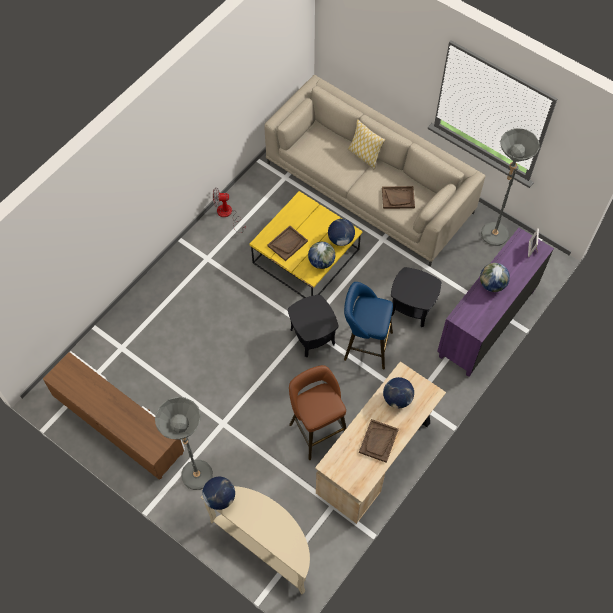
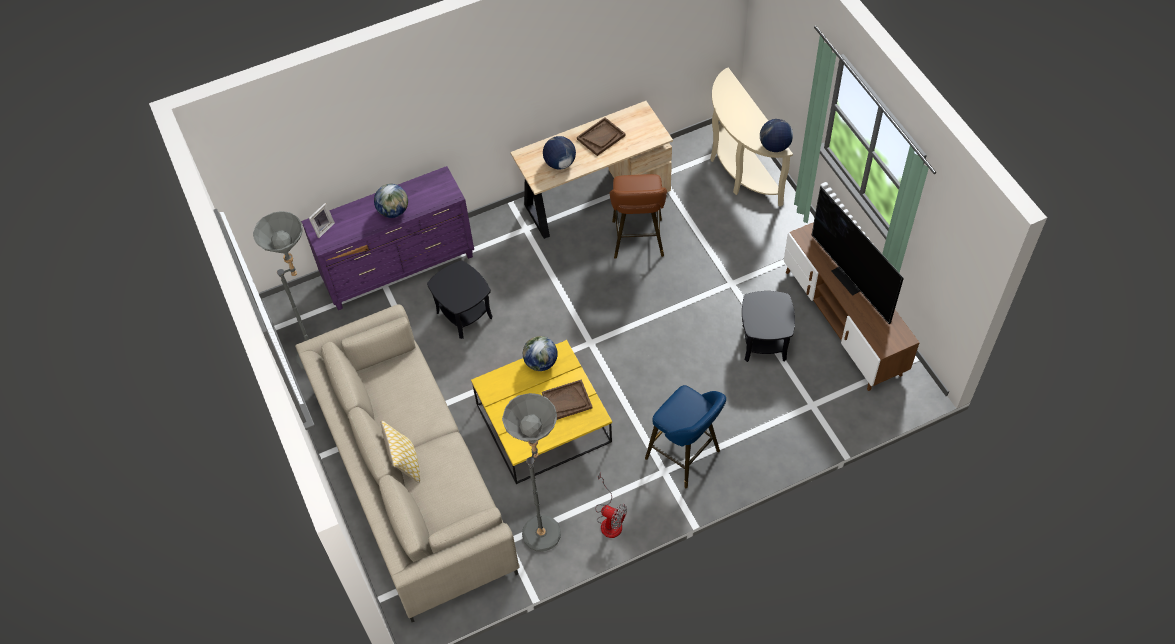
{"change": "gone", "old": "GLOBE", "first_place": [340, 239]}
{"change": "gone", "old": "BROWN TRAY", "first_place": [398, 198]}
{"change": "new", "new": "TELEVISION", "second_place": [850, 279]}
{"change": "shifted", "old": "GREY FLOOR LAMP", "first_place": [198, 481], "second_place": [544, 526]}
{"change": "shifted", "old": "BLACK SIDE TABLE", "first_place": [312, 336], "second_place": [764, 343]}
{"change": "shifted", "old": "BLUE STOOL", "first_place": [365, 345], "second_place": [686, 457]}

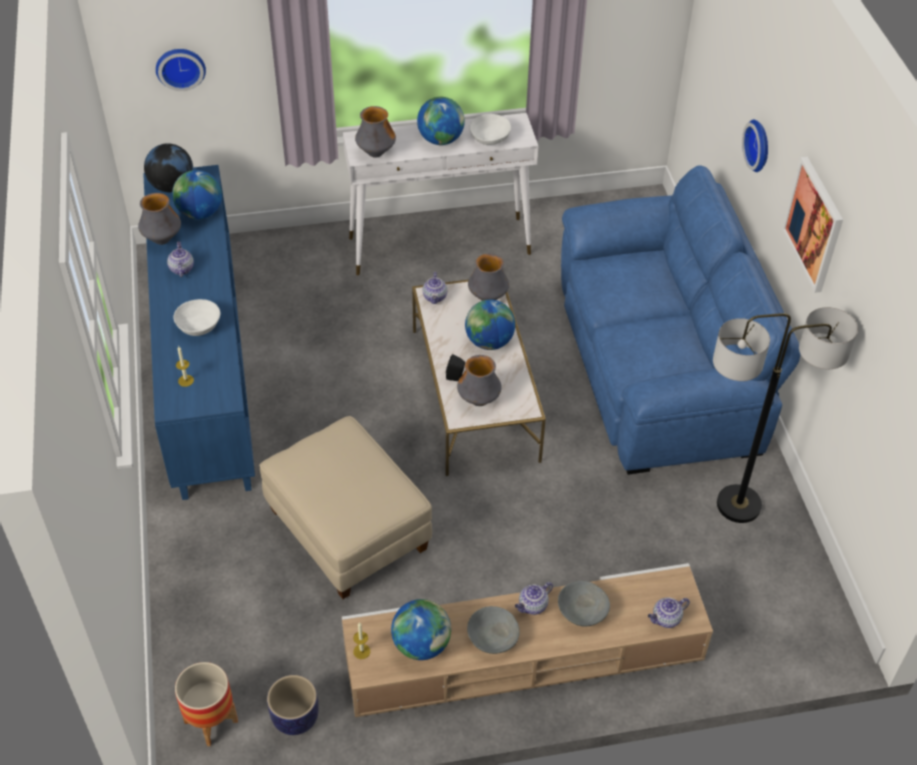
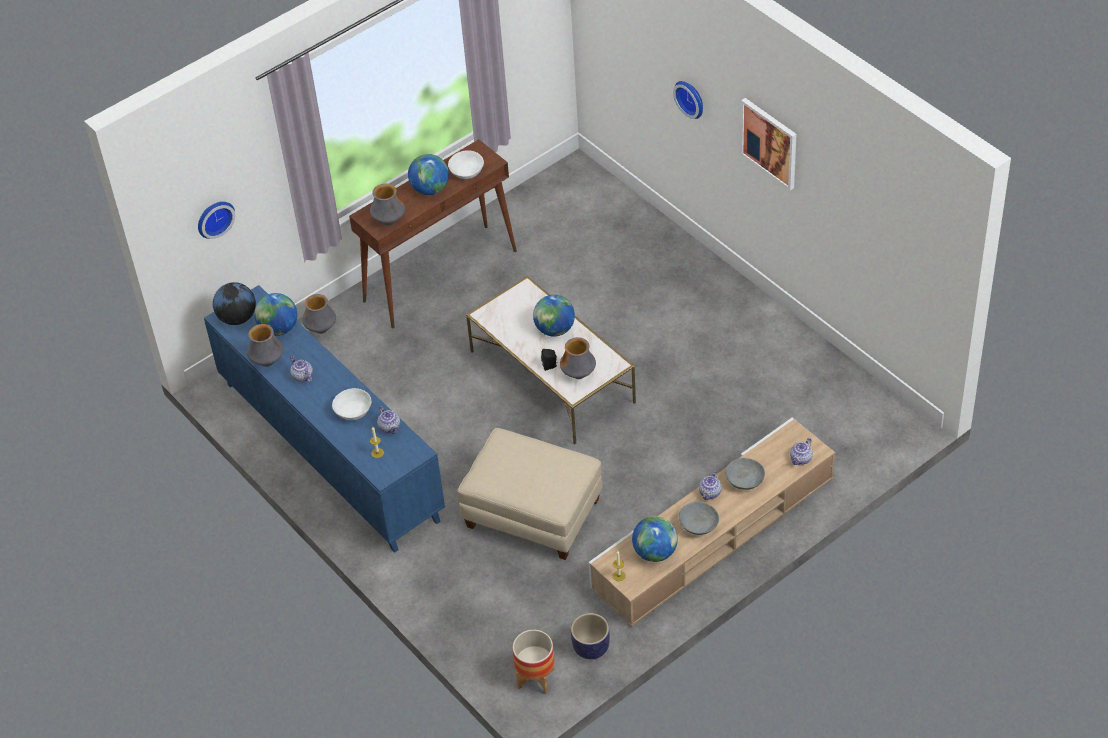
{"change": "gone", "old": "BLUE SOFA", "first_place": [660, 366]}
{"change": "gone", "old": "FLOOR LAMP", "first_place": [739, 505]}
{"change": "shifted", "old": "TEAPOT", "first_place": [435, 297], "second_place": [390, 428]}
{"change": "shifted", "old": "VASE", "first_place": [488, 298], "second_place": [321, 329]}
{"change": "repainted", "old": "WHITE CONSOLE TABLE", "new": "BROWN CONSOLE TABLE", "first_place": [440, 245], "second_place": [441, 275]}

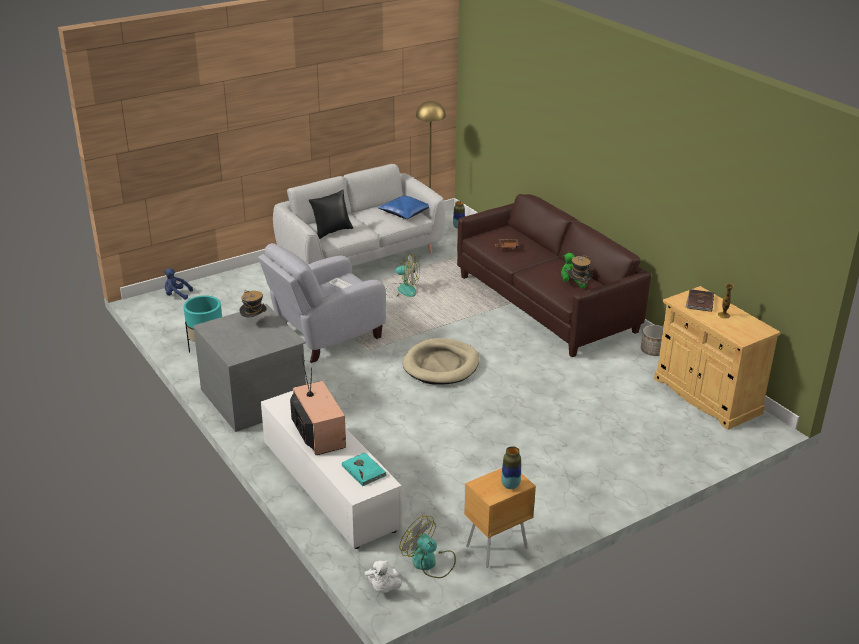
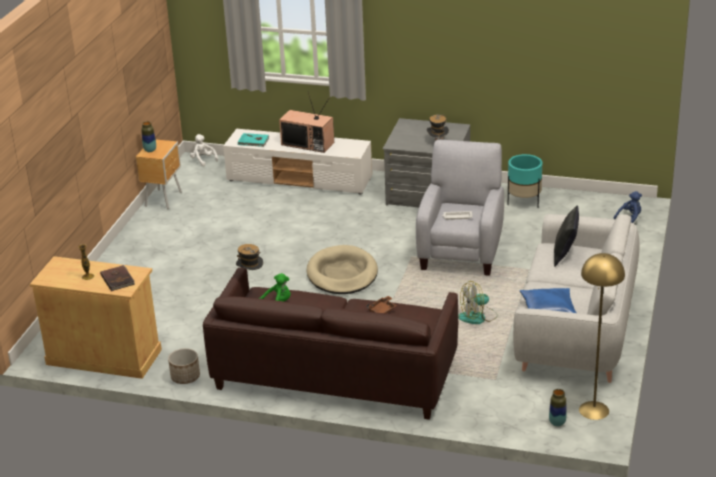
{"change": "gone", "old": "FAN", "first_place": [429, 562]}

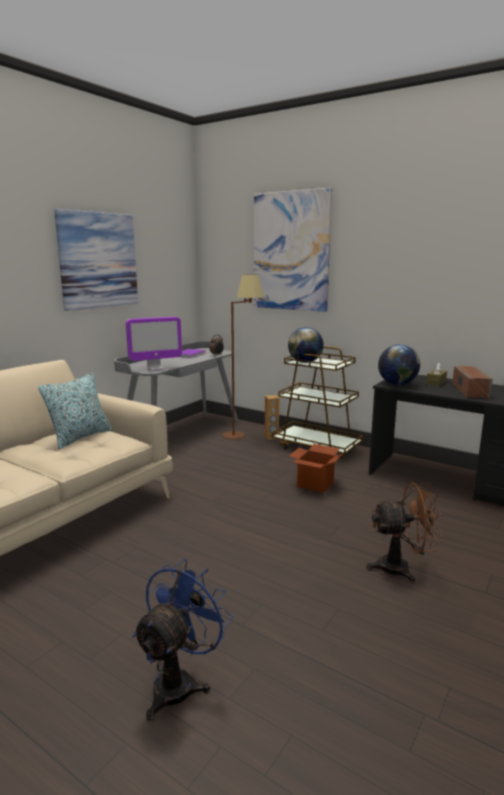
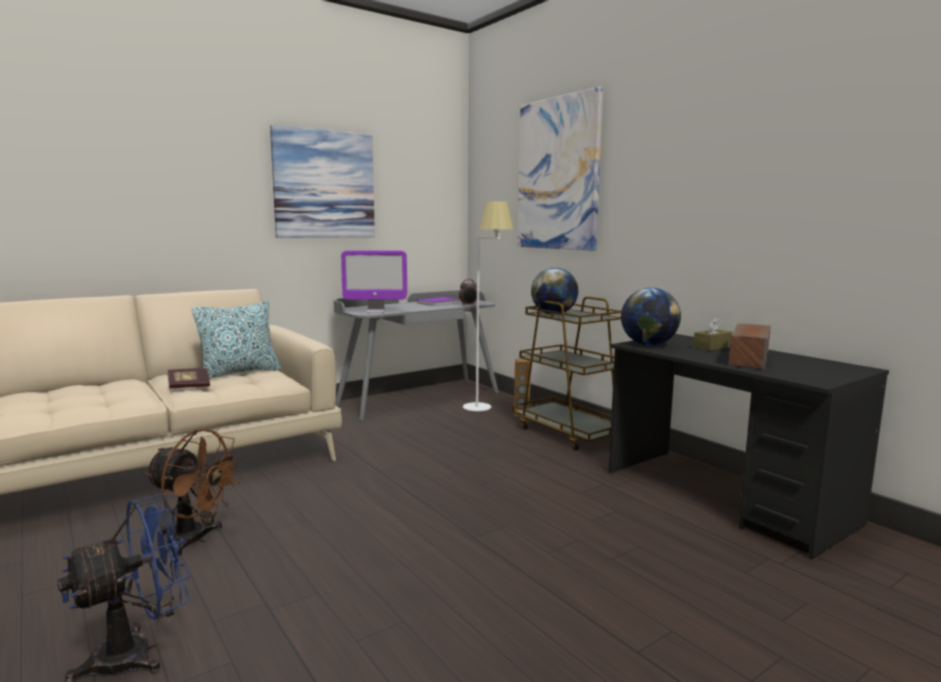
{"change": "gone", "old": "CARDBOARD BOX", "first_place": [315, 484]}
{"change": "new", "new": "BOOK", "second_place": [189, 386]}
{"change": "shifted", "old": "BROWN FAN", "first_place": [402, 568], "second_place": [196, 540]}
{"change": "repainted", "old": "BROWN FLOOR LAMP", "new": "WHITE FLOOR LAMP", "first_place": [243, 436], "second_place": [486, 409]}

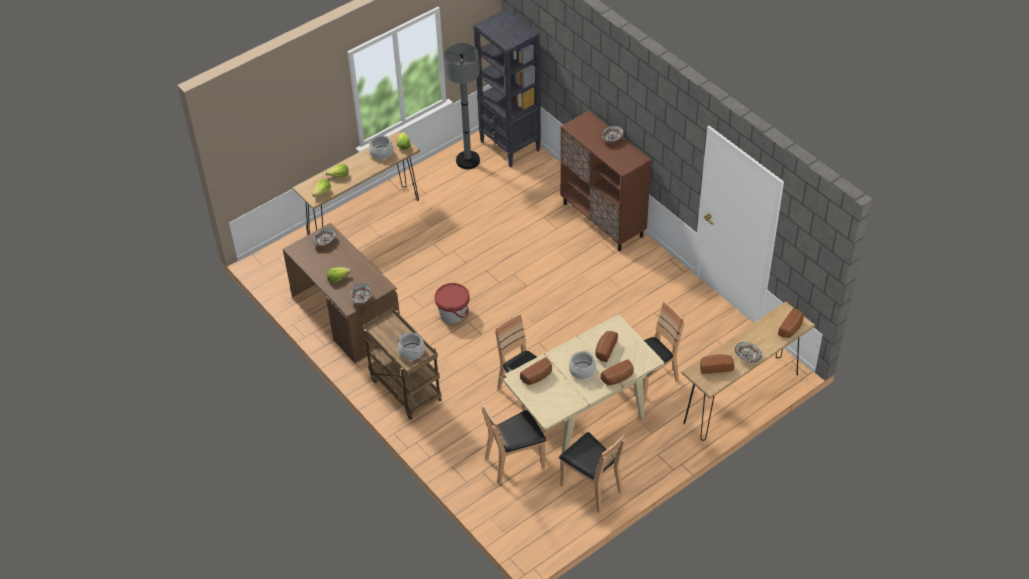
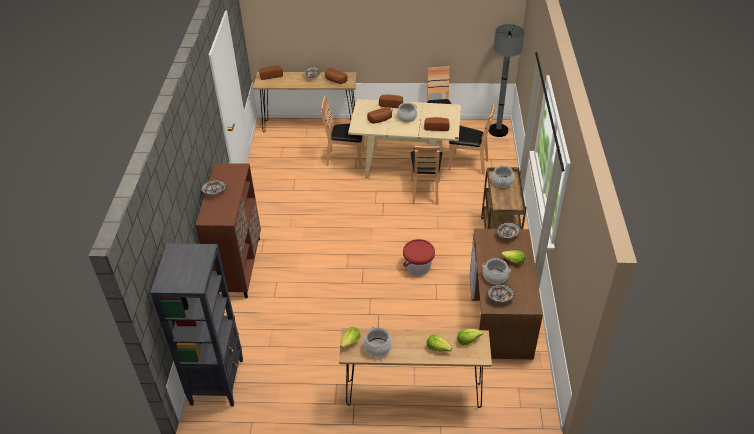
{"change": "new", "new": "COOKING POT", "second_place": [495, 276]}
{"change": "shifted", "old": "GREY FLOOR LAMP", "first_place": [468, 160], "second_place": [498, 131]}

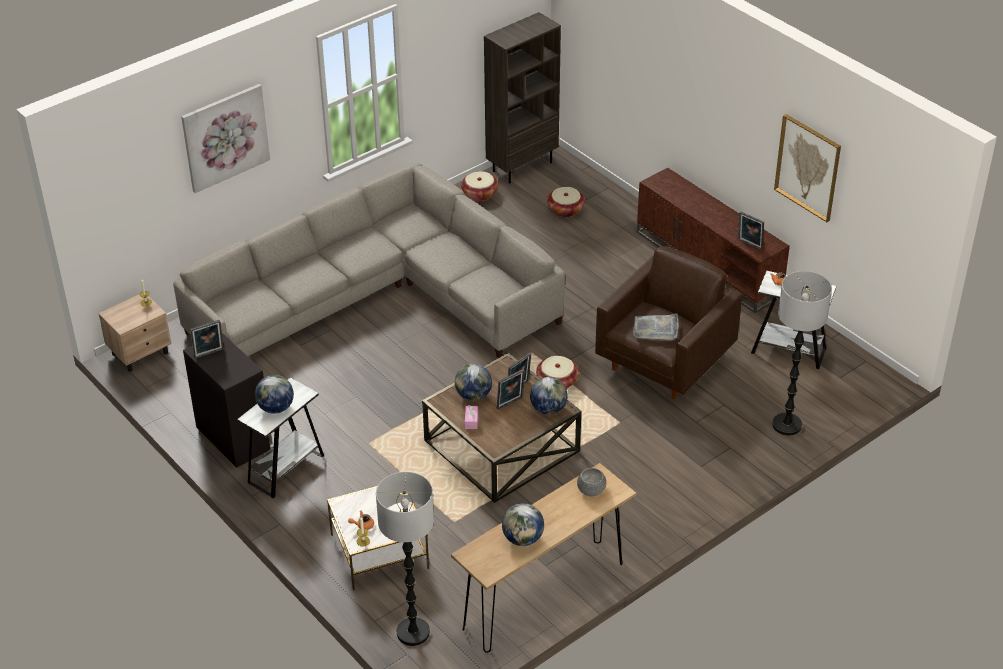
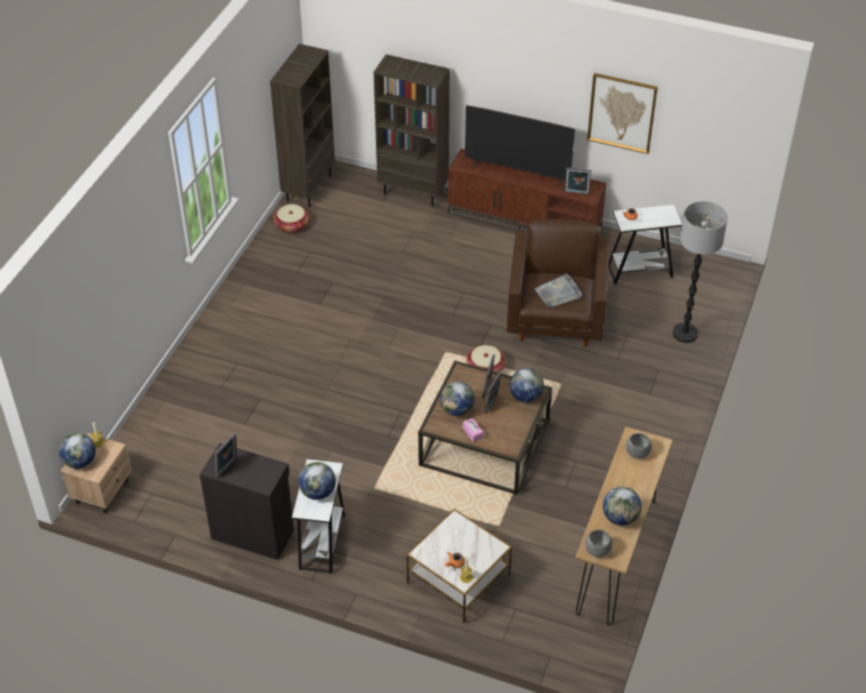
{"change": "gone", "old": "GREY SOFA", "first_place": [380, 297]}
{"change": "gone", "old": "PICTURE", "first_place": [225, 137]}
{"change": "gone", "old": "FLOOR LAMP", "first_place": [413, 632]}
{"change": "gone", "old": "BASKET", "first_place": [565, 210]}
{"change": "new", "new": "GLOBE", "second_place": [80, 462]}
{"change": "new", "new": "BROWN BOOKCASE", "second_place": [413, 192]}
{"change": "new", "new": "TELEVISION", "second_place": [517, 173]}
{"change": "new", "new": "GREY BOWL", "second_place": [597, 549]}

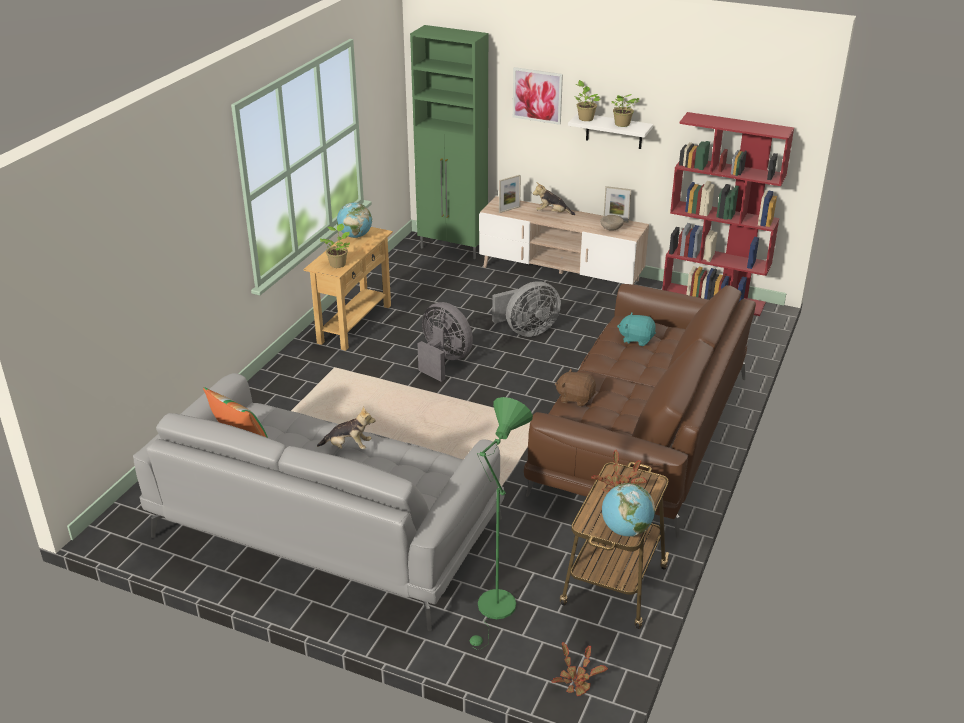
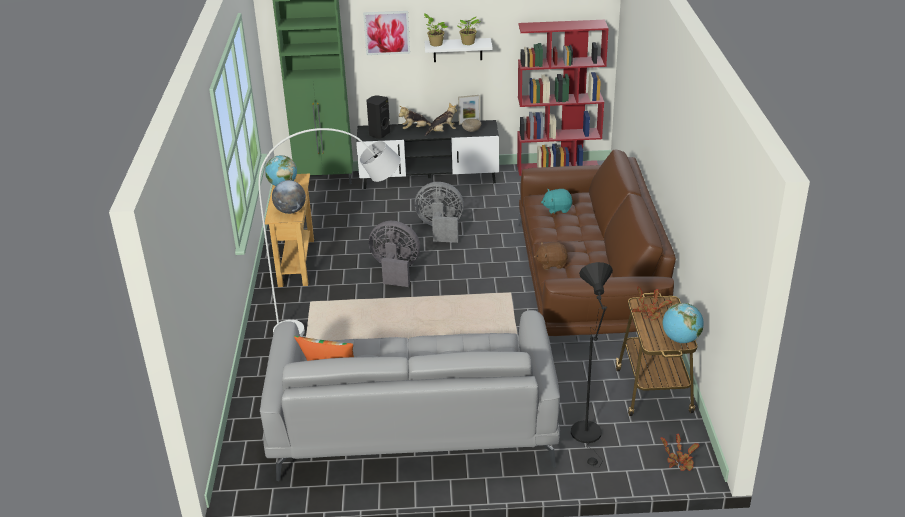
{"change": "new", "new": "WHITE FLOOR LAMP", "second_place": [346, 320]}
{"change": "shifted", "old": "PLUSH TOY", "first_place": [348, 447], "second_place": [442, 132]}
{"change": "swapped", "old": "POTTED PLANT", "new": "GLOBE", "first_place": [338, 264], "second_place": [290, 211]}
{"change": "swapped", "old": "PICTURE FRAME", "new": "BLACK SPEAKER", "first_place": [509, 209], "second_place": [378, 134]}
{"change": "repainted", "old": "GREEN FLOOR LAMP", "new": "BLACK FLOOR LAMP", "first_place": [495, 611], "second_place": [588, 437]}
{"change": "repainted", "old": "BEIGE TV STAND", "new": "BLACK TV STAND", "first_place": [560, 273], "second_place": [429, 178]}
{"change": "rotated", "old": "GREY FAN", "first_place": [527, 331], "second_place": [441, 229], "degrees": -120}

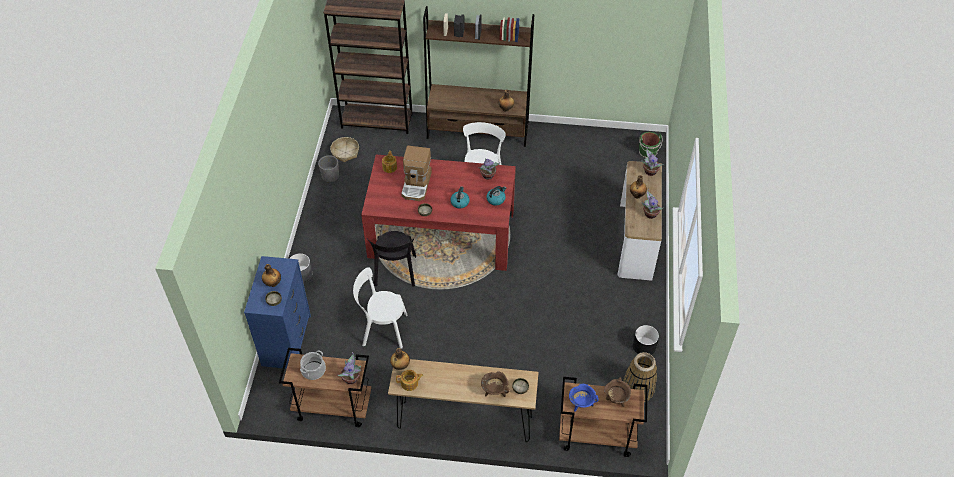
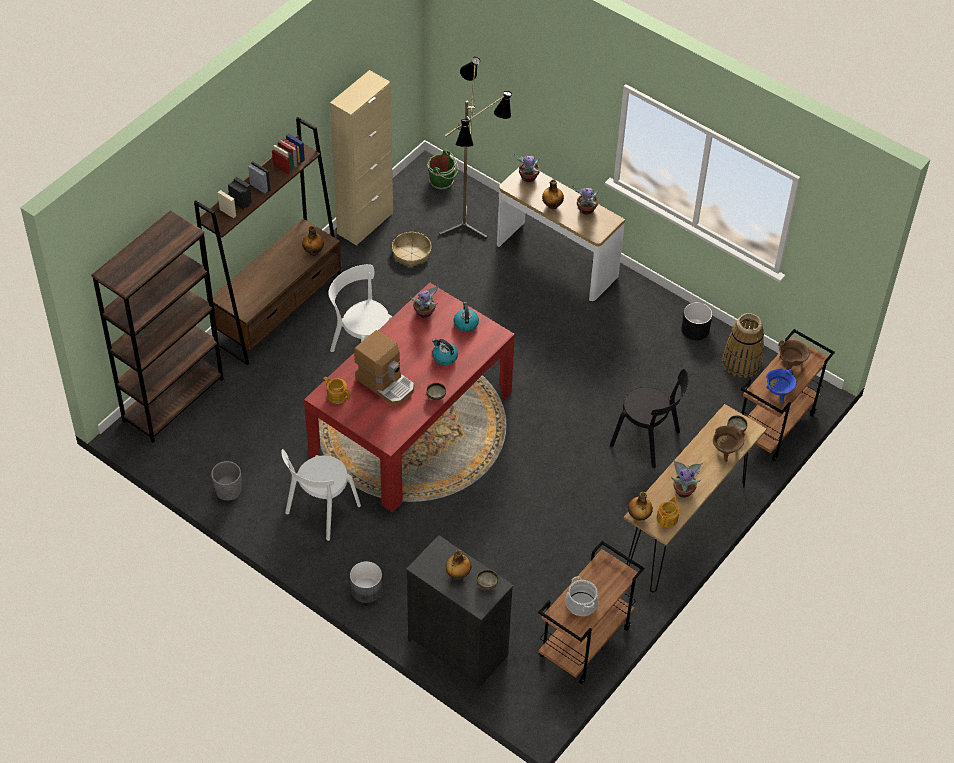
{"change": "new", "new": "BEIGE CABINET", "second_place": [365, 223]}
{"change": "new", "new": "FLOOR LAMP", "second_place": [469, 227]}
{"change": "shifted", "old": "BASKET", "first_place": [345, 152], "second_place": [411, 253]}
{"change": "shifted", "old": "POTTED PLANT", "first_place": [352, 378], "second_place": [684, 490]}
{"change": "shifted", "old": "WHITE CHAIR", "first_place": [382, 329], "second_place": [320, 511]}
{"change": "shifted", "old": "BLACK CHAIR", "first_place": [395, 273], "second_place": [648, 440]}
{"change": "repainted", "old": "BLUE DRESSER", "new": "BLACK DRESSER", "first_place": [287, 340], "second_place": [458, 647]}

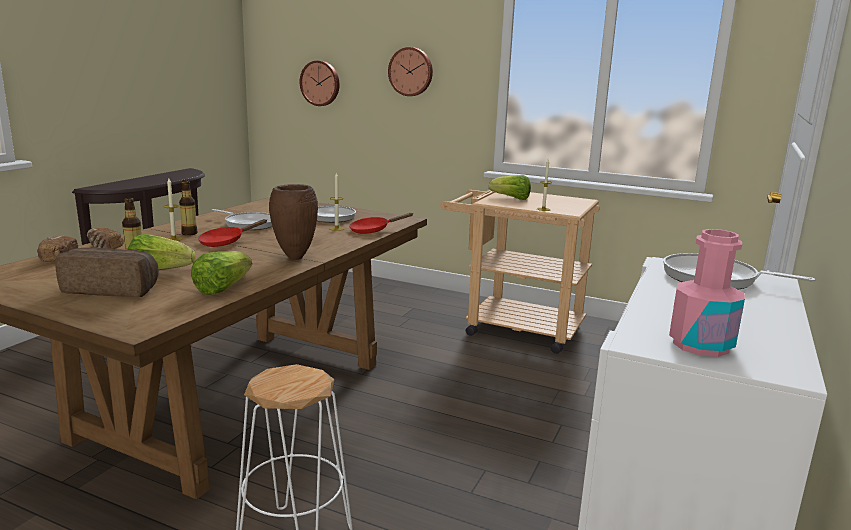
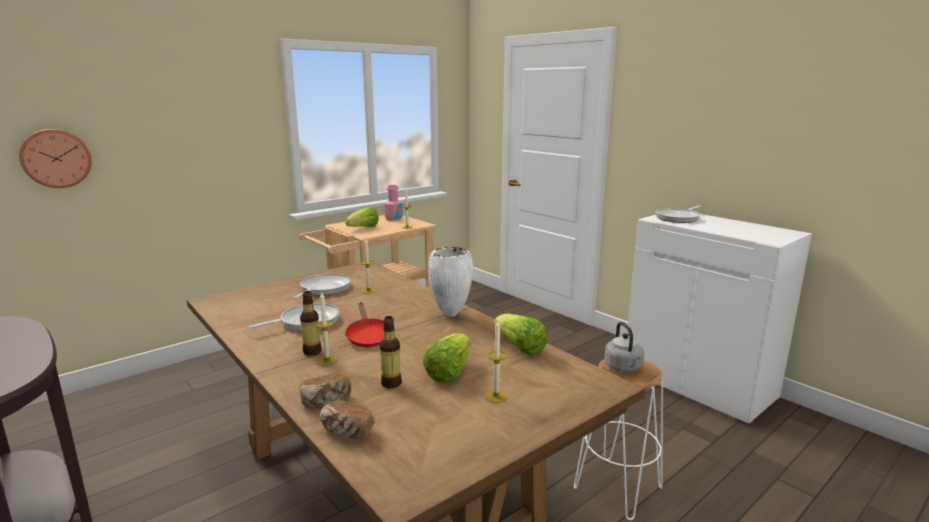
{"change": "gone", "old": "RED FRYING PAN", "first_place": [373, 230]}
{"change": "gone", "old": "WALL CLOCK", "first_place": [411, 71]}
{"change": "new", "new": "GREY KETTLE", "second_place": [624, 368]}
{"change": "shifted", "old": "PINK BOTTLE", "first_place": [700, 345], "second_place": [393, 219]}
{"change": "swapped", "old": "BREAD", "new": "CANDLE", "first_place": [112, 289], "second_place": [496, 396]}
{"change": "repainted", "old": "BROWN VASE", "new": "WHITE VASE", "first_place": [294, 258], "second_place": [450, 315]}

